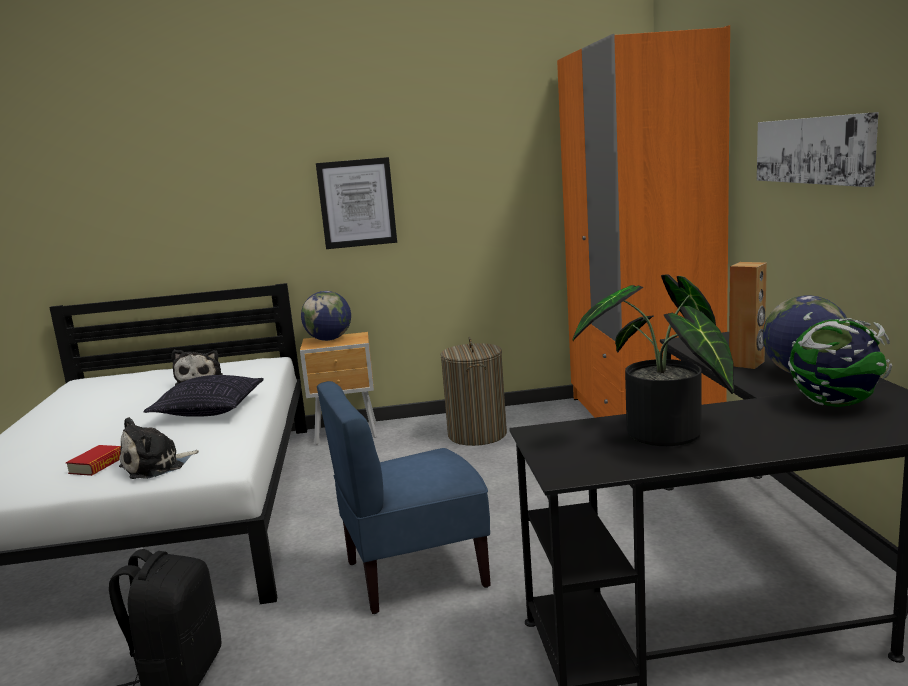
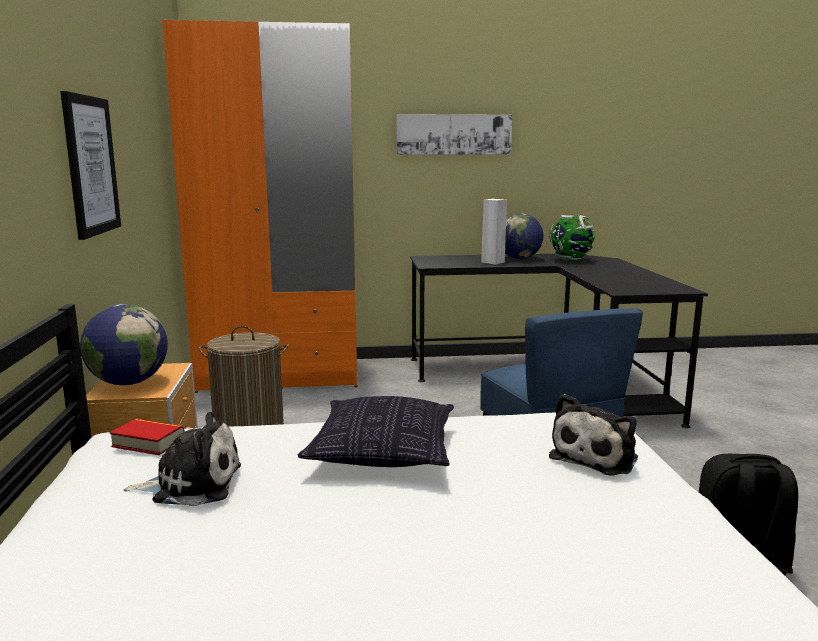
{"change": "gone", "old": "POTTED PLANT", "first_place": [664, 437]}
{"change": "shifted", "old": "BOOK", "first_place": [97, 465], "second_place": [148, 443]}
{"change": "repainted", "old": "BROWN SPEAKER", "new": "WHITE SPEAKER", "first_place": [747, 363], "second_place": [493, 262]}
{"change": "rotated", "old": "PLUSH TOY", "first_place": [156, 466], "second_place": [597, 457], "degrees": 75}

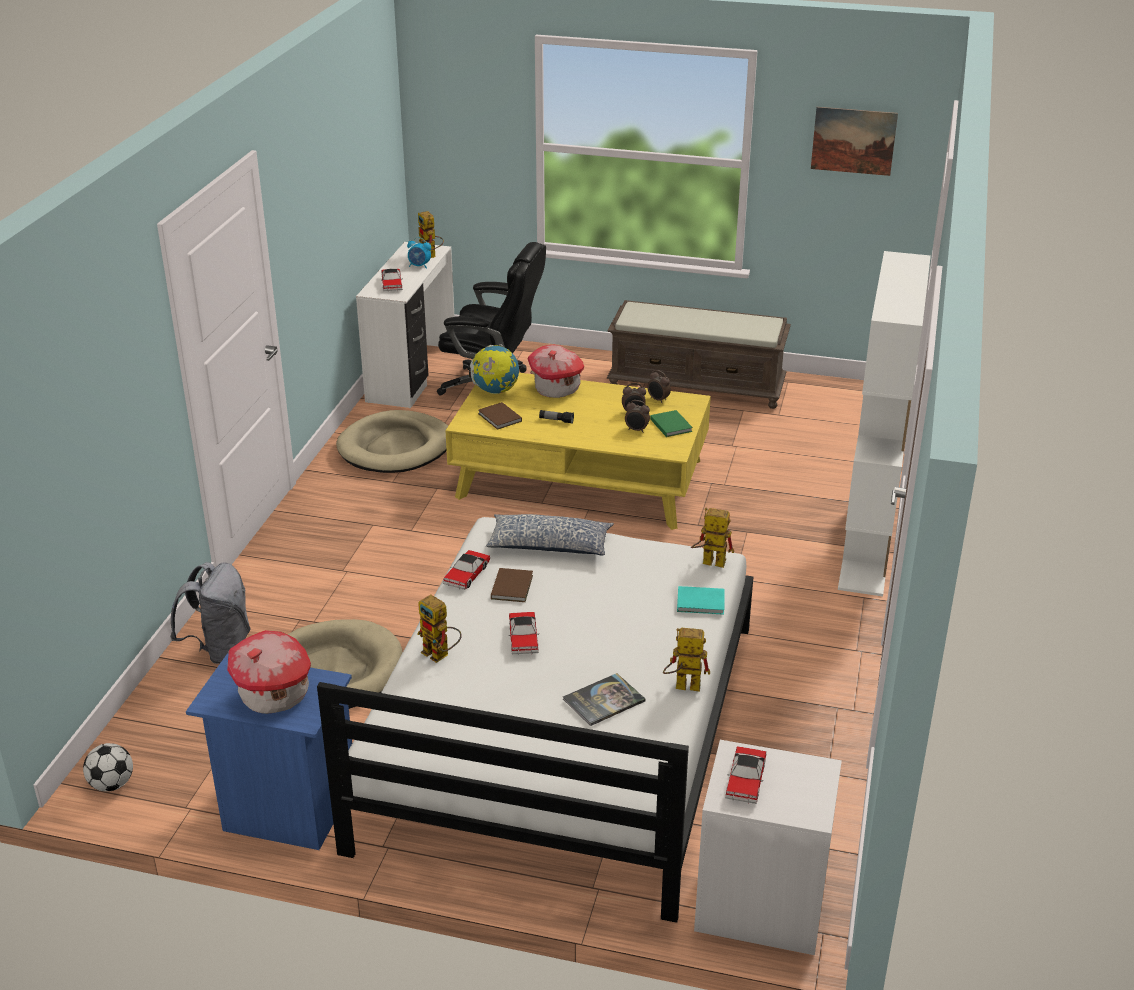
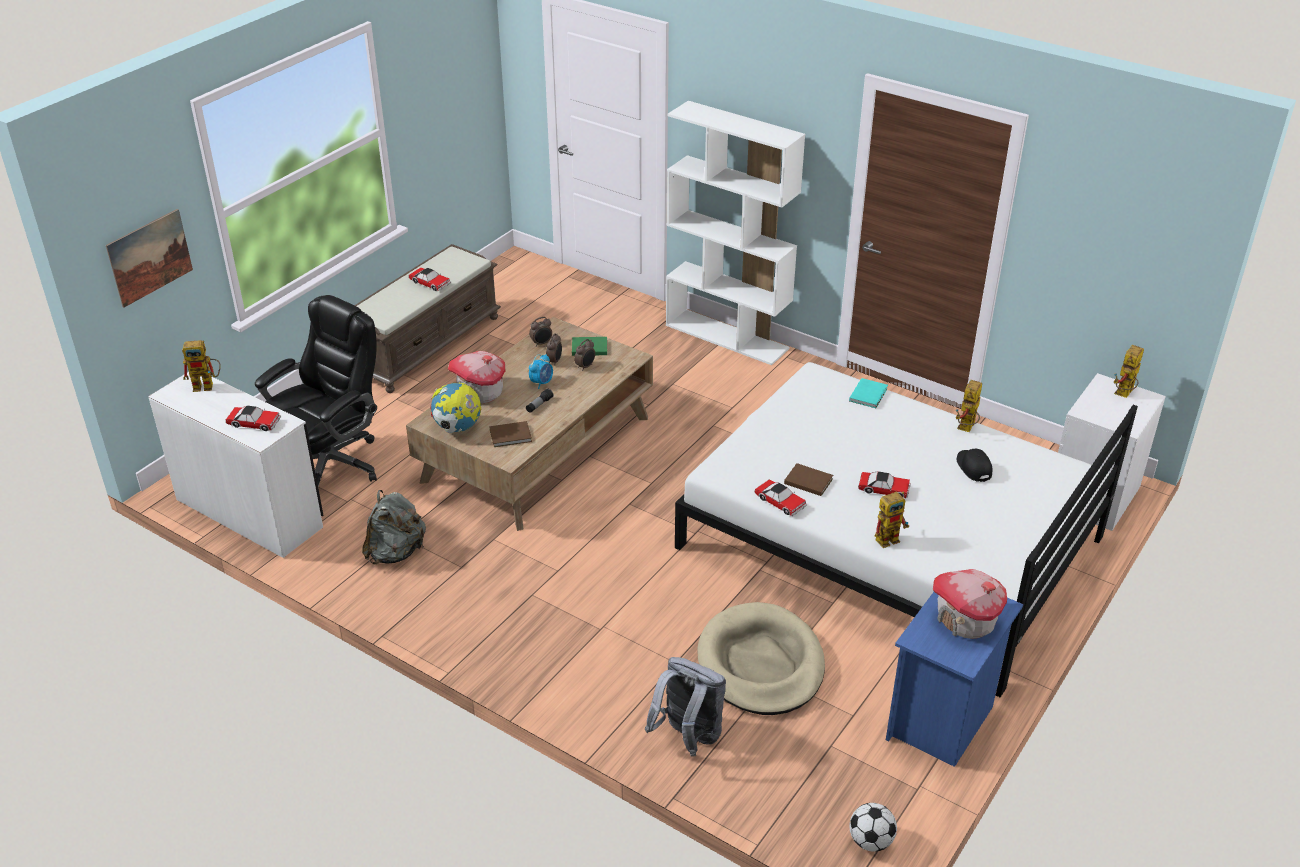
{"change": "gone", "old": "PILLOW", "first_place": [549, 546]}
{"change": "shifted", "old": "ALARM CLOCK", "first_place": [419, 266], "second_place": [542, 382]}
{"change": "shifted", "old": "TOY ROBOT", "first_place": [708, 562], "second_place": [1124, 394]}
{"change": "shifted", "old": "TOY CAR", "first_place": [745, 780], "second_place": [430, 283]}
{"change": "shifted", "old": "PICTURE", "first_place": [853, 141], "second_place": [150, 257]}
{"change": "swapped", "old": "BEIGE DOG BED", "new": "GREY BACKPACK", "first_place": [395, 447], "second_place": [396, 552]}
{"change": "swapped", "old": "BOOK", "new": "BLACK CAP", "first_place": [603, 700], "second_place": [973, 468]}
{"change": "repainted", "old": "YELLOW COFFEE TABLE", "new": "BROWN COFFEE TABLE", "first_place": [581, 479], "second_place": [537, 448]}

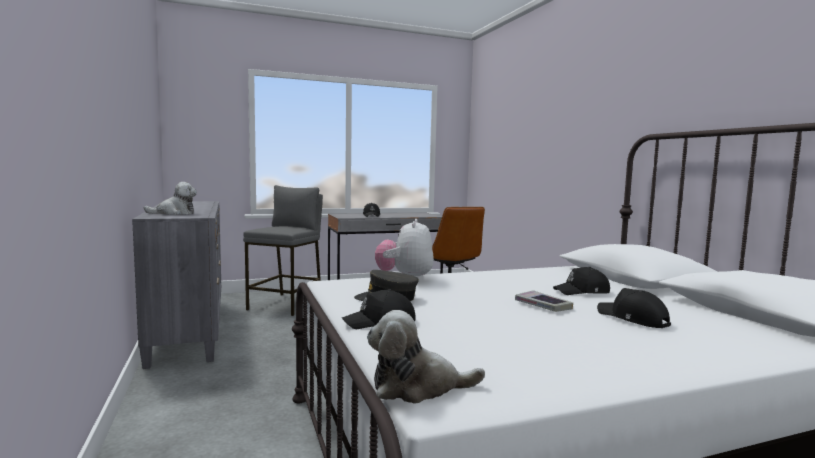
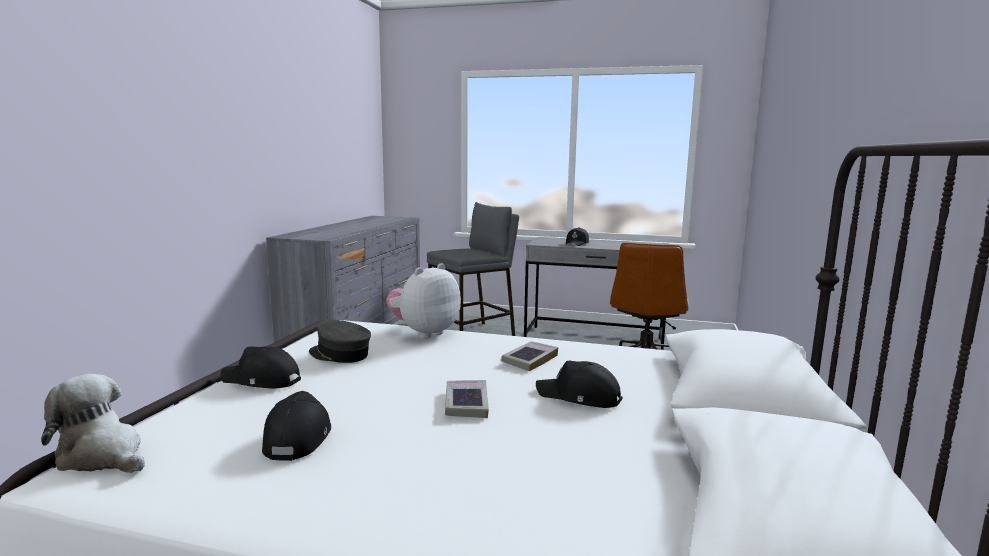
{"change": "gone", "old": "PLUSH TOY", "first_place": [174, 213]}
{"change": "new", "new": "BOOK", "second_place": [530, 360]}
{"change": "shifted", "old": "BLACK CAP", "first_place": [632, 319], "second_place": [298, 437]}

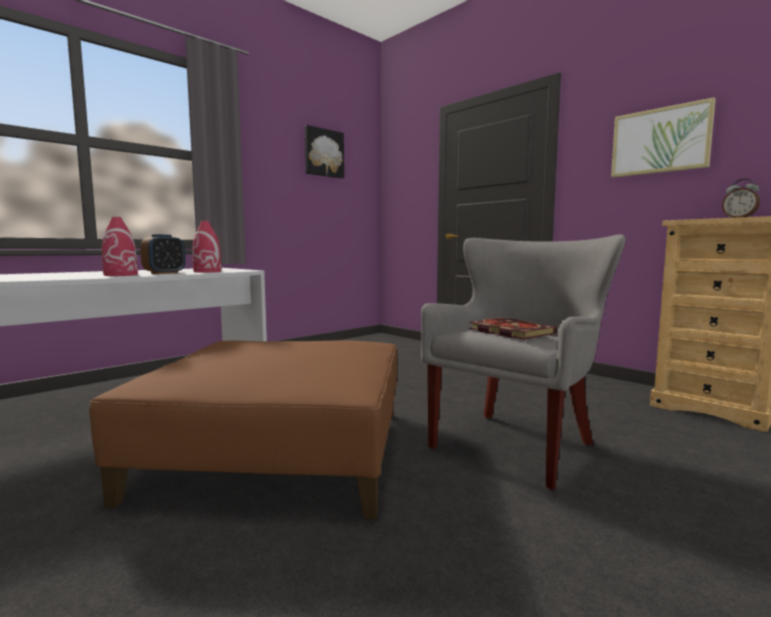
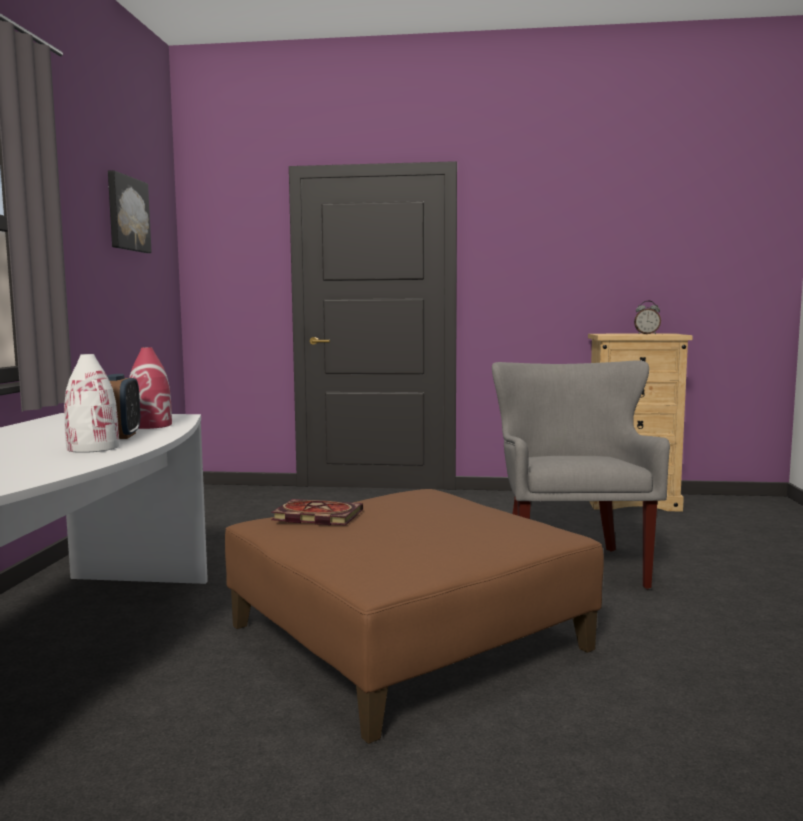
{"change": "gone", "old": "PICTURE", "first_place": [660, 141]}
{"change": "shifted", "old": "BOOK", "first_place": [508, 331], "second_place": [315, 516]}
{"change": "repainted", "old": "RED VASE", "new": "WHITE VASE", "first_place": [121, 275], "second_place": [93, 448]}

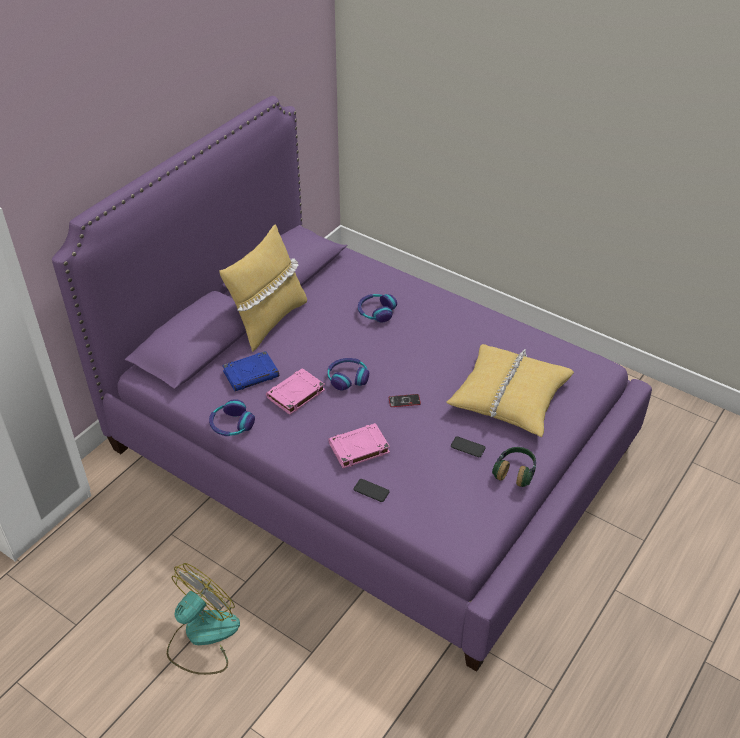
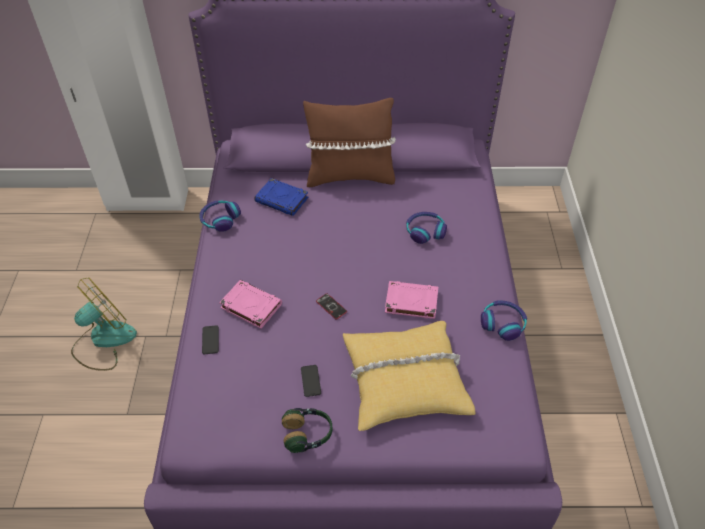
{"change": "shifted", "old": "PINK BOOK", "first_place": [295, 394], "second_place": [410, 302]}
{"change": "shifted", "old": "HEADPHONES", "first_place": [347, 378], "second_place": [503, 323]}
{"change": "repainted", "old": "YELLOW PILLOW", "new": "BROWN PILLOW", "first_place": [268, 321], "second_place": [350, 176]}
{"change": "rotated", "old": "FAN", "first_place": [202, 637], "second_place": [103, 341], "degrees": -45}

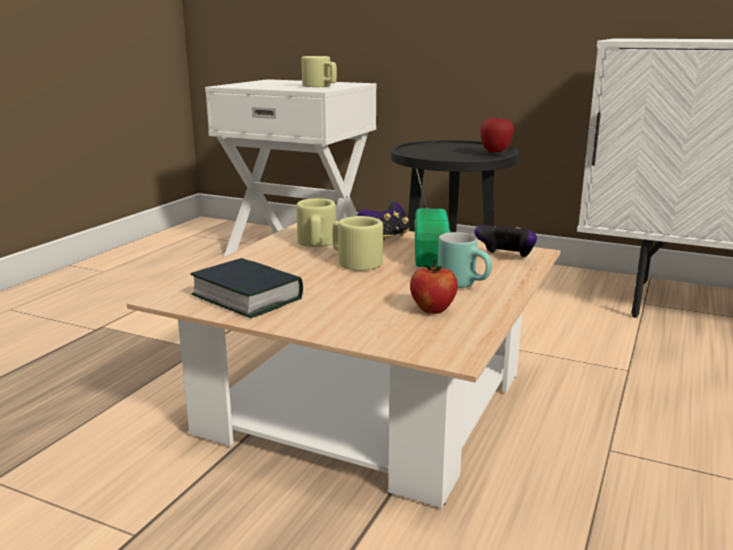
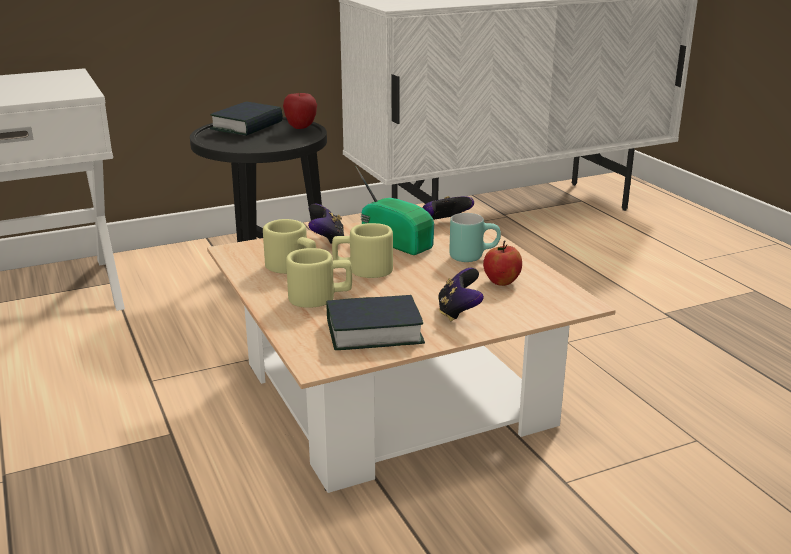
{"change": "new", "new": "BOOK", "second_place": [247, 126]}
{"change": "new", "new": "GAME CONTROLLER", "second_place": [459, 312]}
{"change": "shifted", "old": "BEIGE MUG", "first_place": [320, 86], "second_place": [320, 297]}

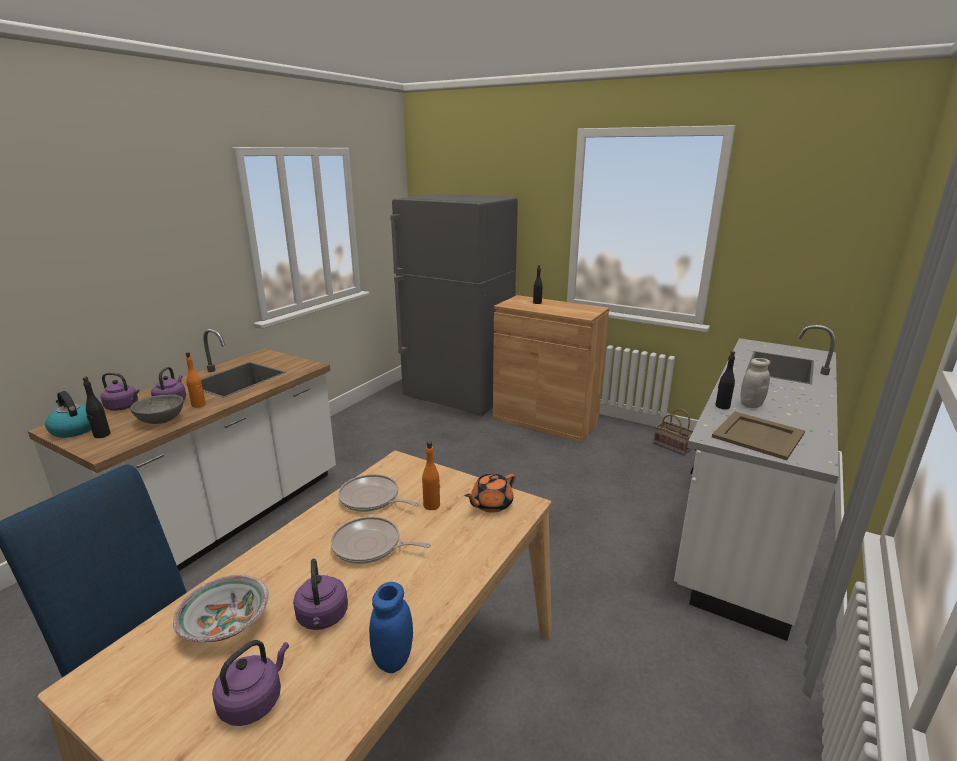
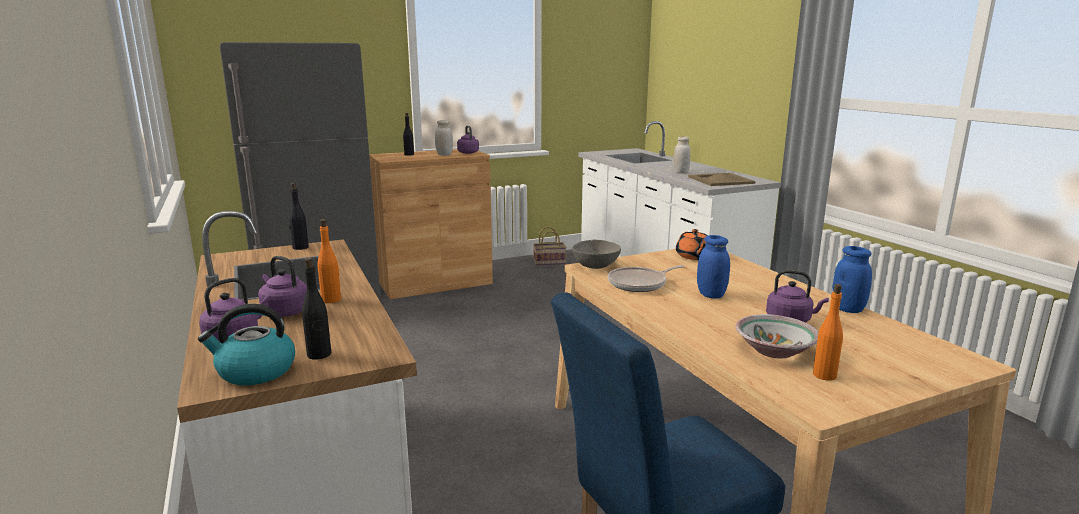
{"change": "new", "new": "WHITE JAR", "second_place": [444, 155]}
{"change": "shifted", "old": "GREY BOWL", "first_place": [160, 420], "second_place": [595, 267]}
{"change": "shifted", "old": "PURPLE KETTLE", "first_place": [254, 700], "second_place": [467, 152]}
{"change": "shifted", "old": "ORANGE BOTTLE", "first_place": [432, 505], "second_place": [824, 375]}
{"change": "shifted", "old": "BLACK BOTTLE", "first_place": [722, 406], "second_place": [300, 247]}
{"change": "swapped", "old": "FRYING PAN", "new": "BLUE JAR", "first_place": [370, 546], "second_place": [711, 295]}

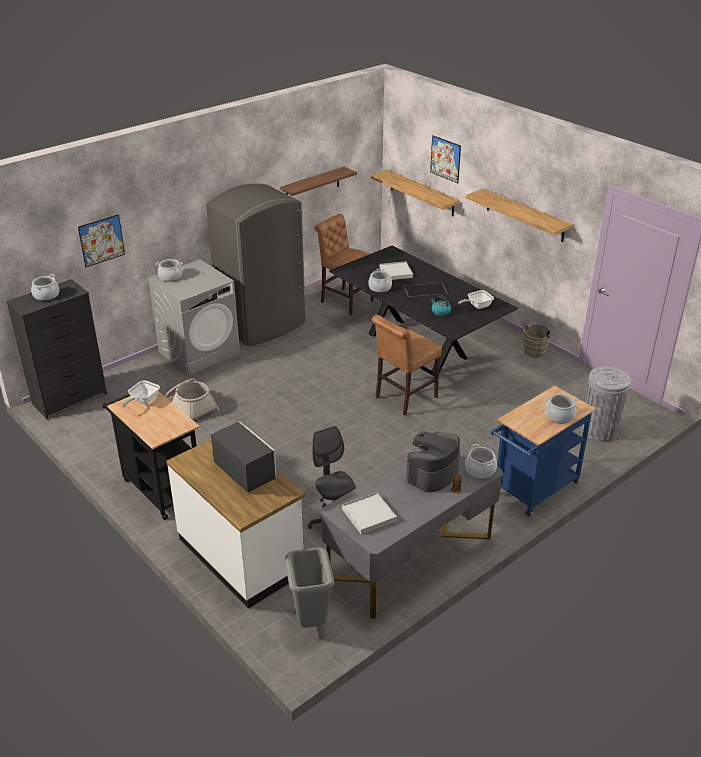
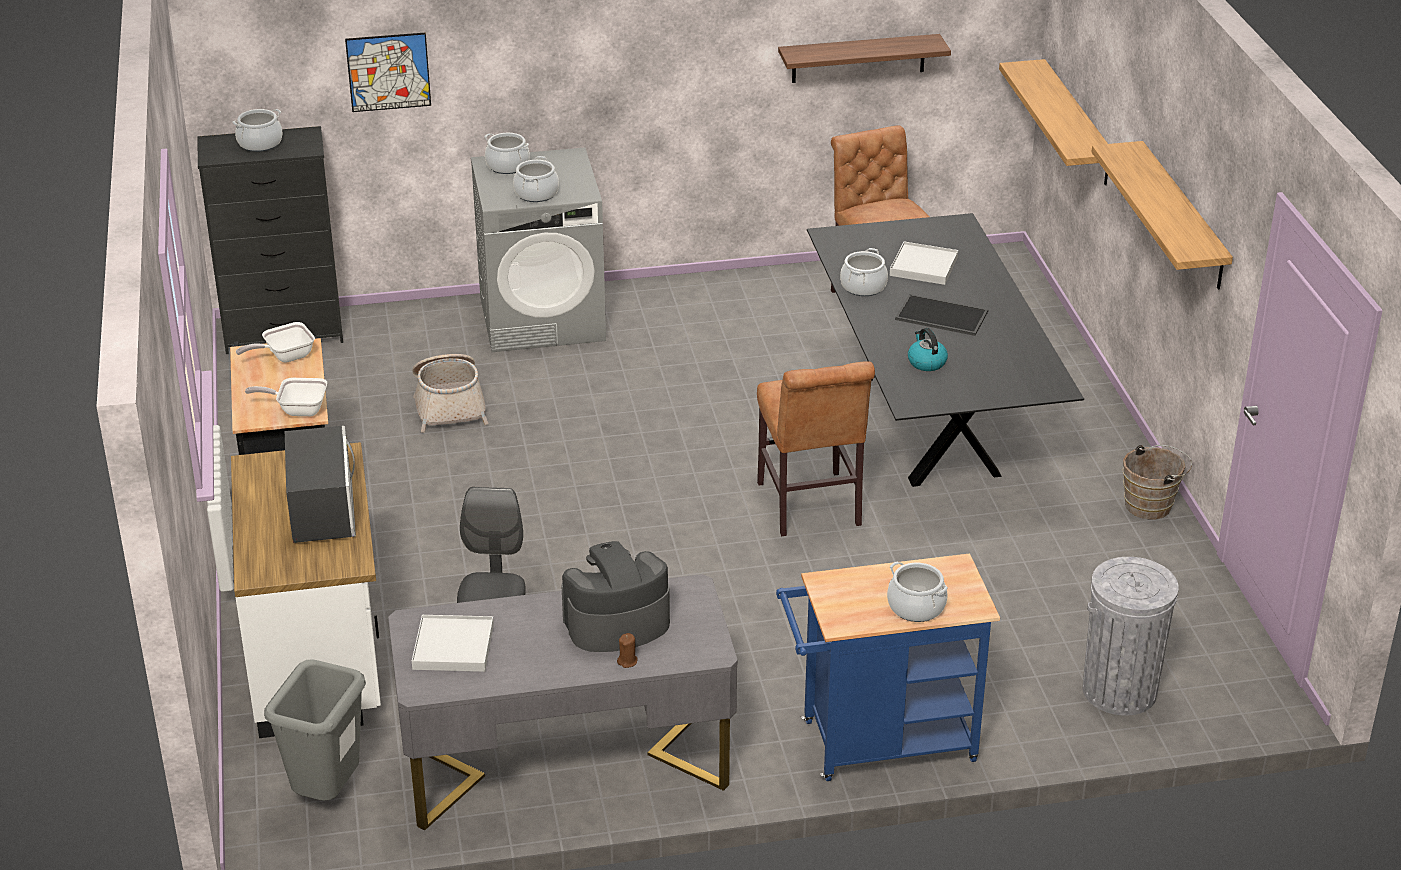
{"change": "gone", "old": "GREY FRIDGE", "first_place": [262, 325]}
{"change": "gone", "old": "PICTURE", "first_place": [445, 159]}
{"change": "shifted", "old": "FRYING PAN", "first_place": [477, 306], "second_place": [298, 409]}
{"change": "shifted", "old": "COOKING POT", "first_place": [480, 470], "second_place": [536, 193]}
{"change": "rotated", "old": "BROWN CHAIR", "first_place": [403, 398], "second_place": [810, 508], "degrees": -90}

